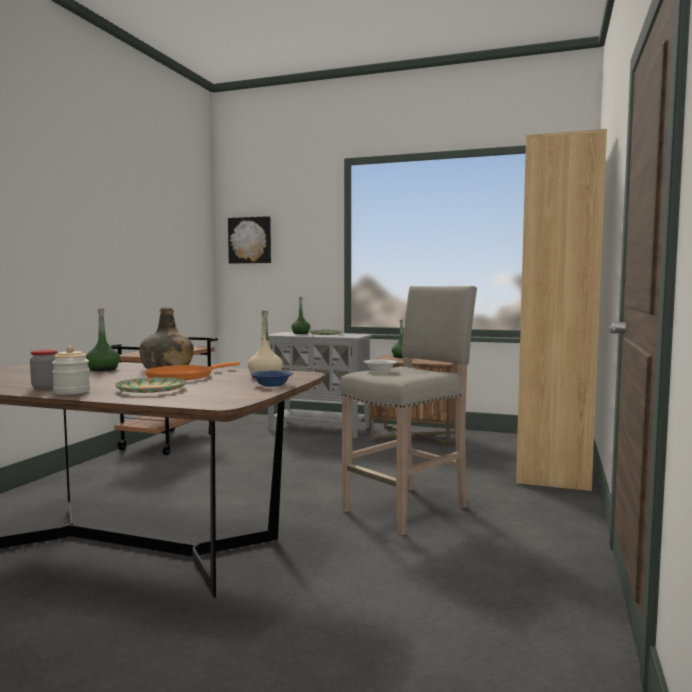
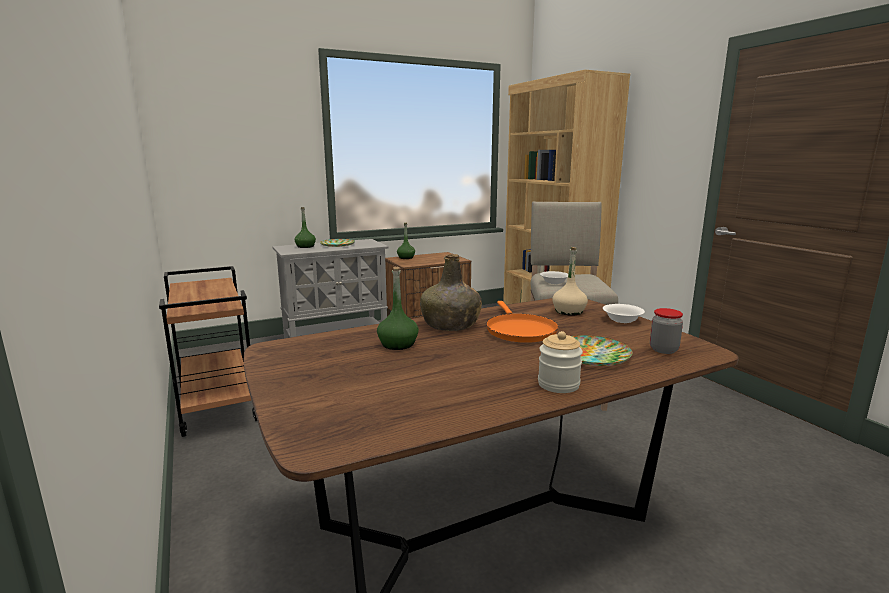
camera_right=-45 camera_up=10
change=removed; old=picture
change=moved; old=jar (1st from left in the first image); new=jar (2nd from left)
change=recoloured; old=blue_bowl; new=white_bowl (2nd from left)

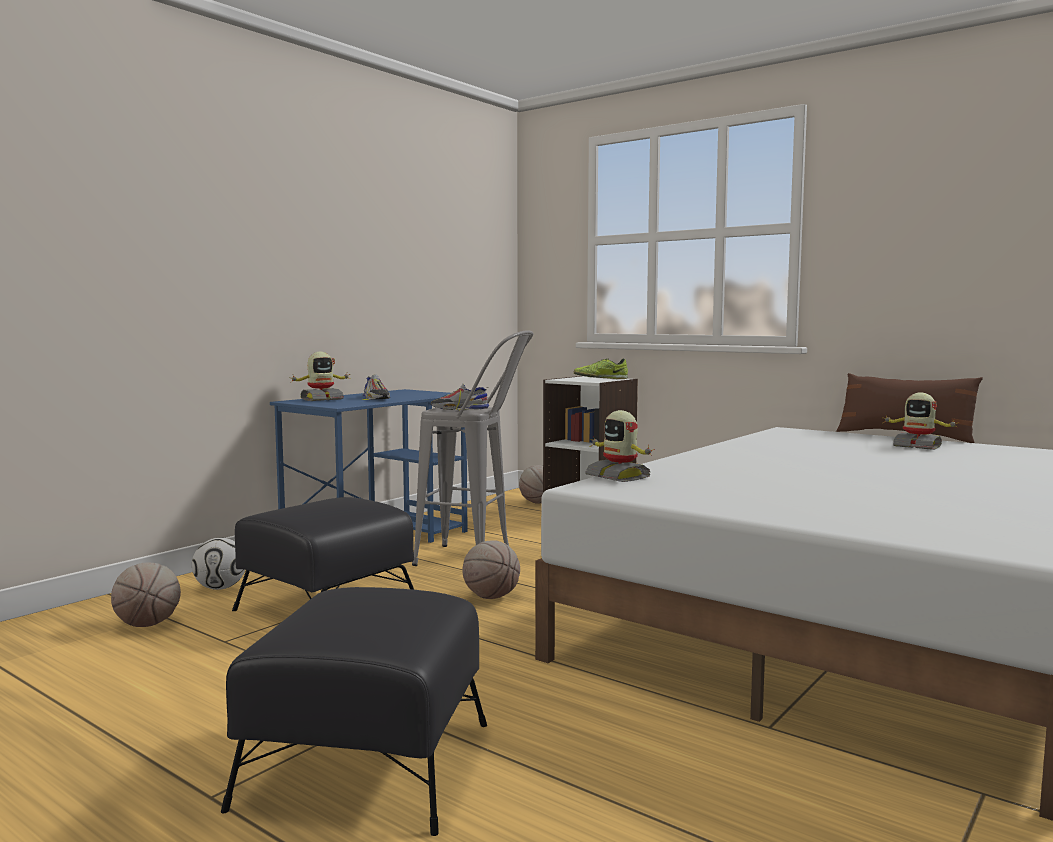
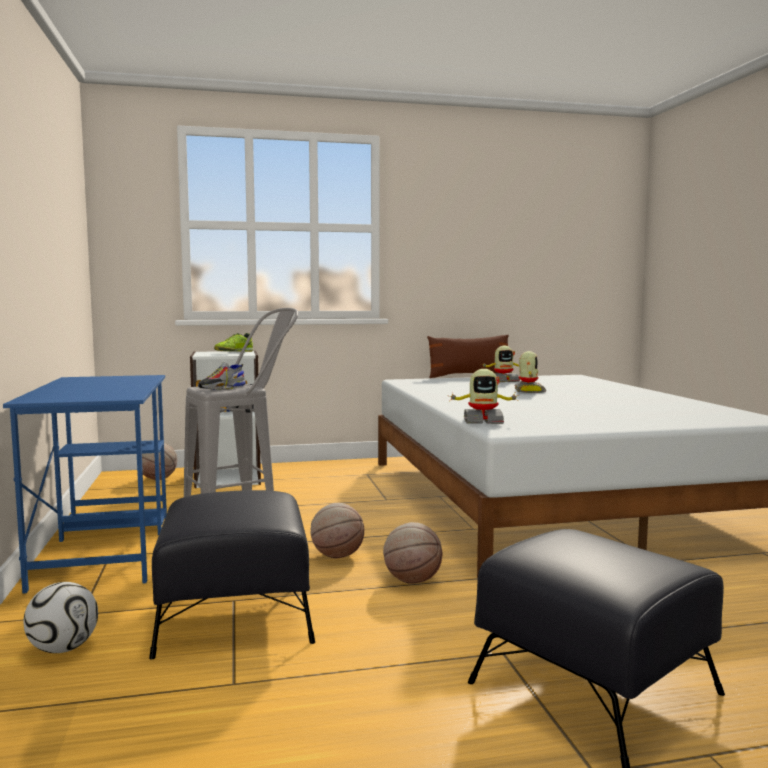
camera_right=-50 camera_up=0
change=removed; old=shoe (1st from left)
change=moved; old=basketball (1st from left in the first image); new=basketball (3rd from left)
change=moved; old=toy_robot (1st from left in the first image); new=toy_robot (3rd from left)

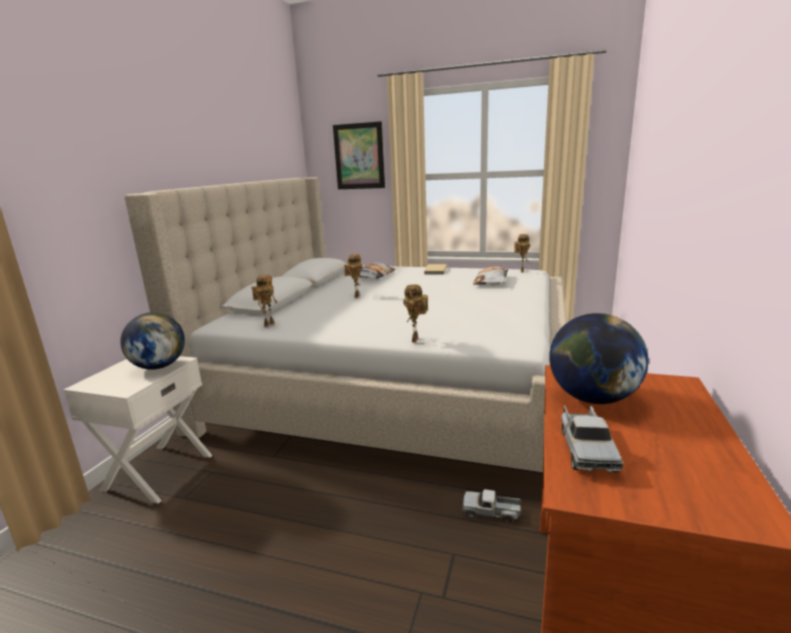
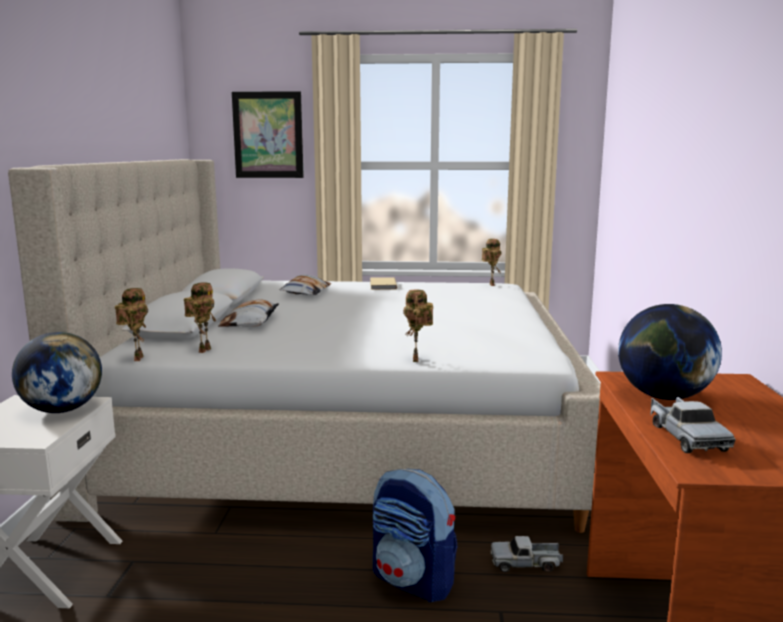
camera_right=-15 camera_up=-5
change=added; new=backpack
change=moved; old=toy_robot (2nd from left in the first image); new=toy_robot (1st from left)
change=moved; old=pillow (2nd from left in the first image); new=pillow (1st from left)

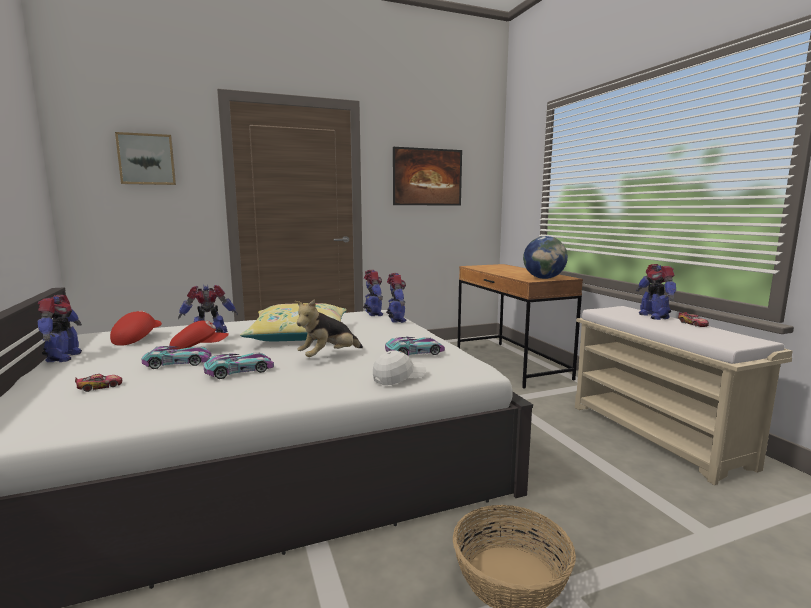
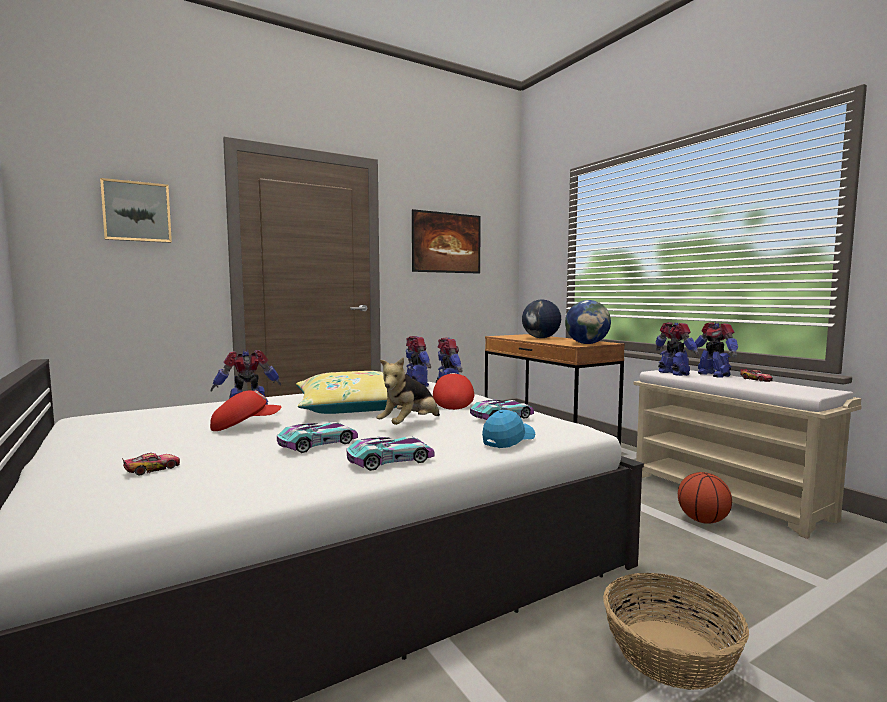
camera_right=-10 camera_up=-5
change=added; new=globe (1st from left)
change=added; new=basketball
change=moved; old=toy_robot (1st from left in the first image); new=toy_robot (4th from left)
change=moved; old=red_cap (1st from left in the first image); new=red_cap (2nd from left)
change=moved; old=toy_car (2nd from left in the first image); new=toy_car (3rd from left)
change=recoloured; old=white_cap; new=blue_cap

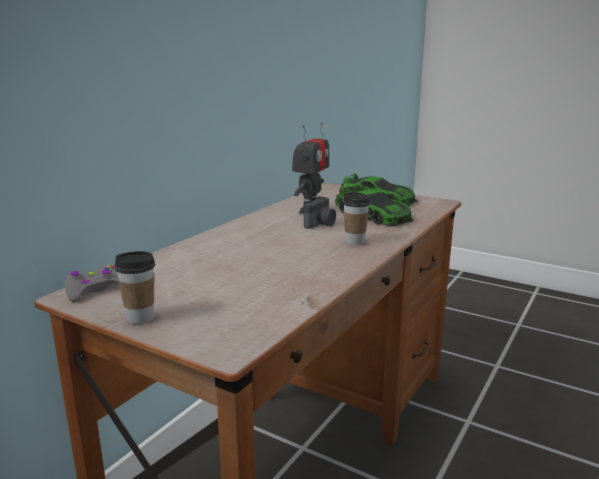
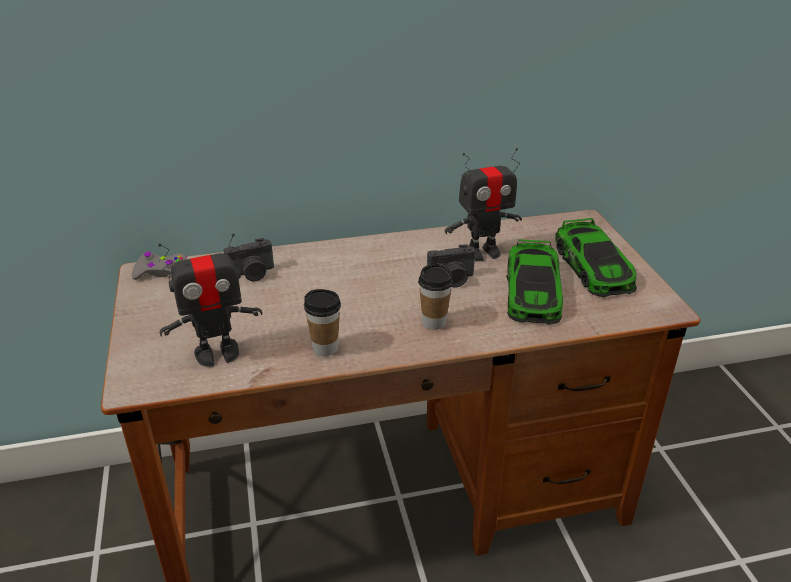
camera_right=45 camera_up=15
change=added; new=toy_robot (1st from left)
change=added; new=photo_camera (1st from left)
change=moved; old=cup (1st from left)

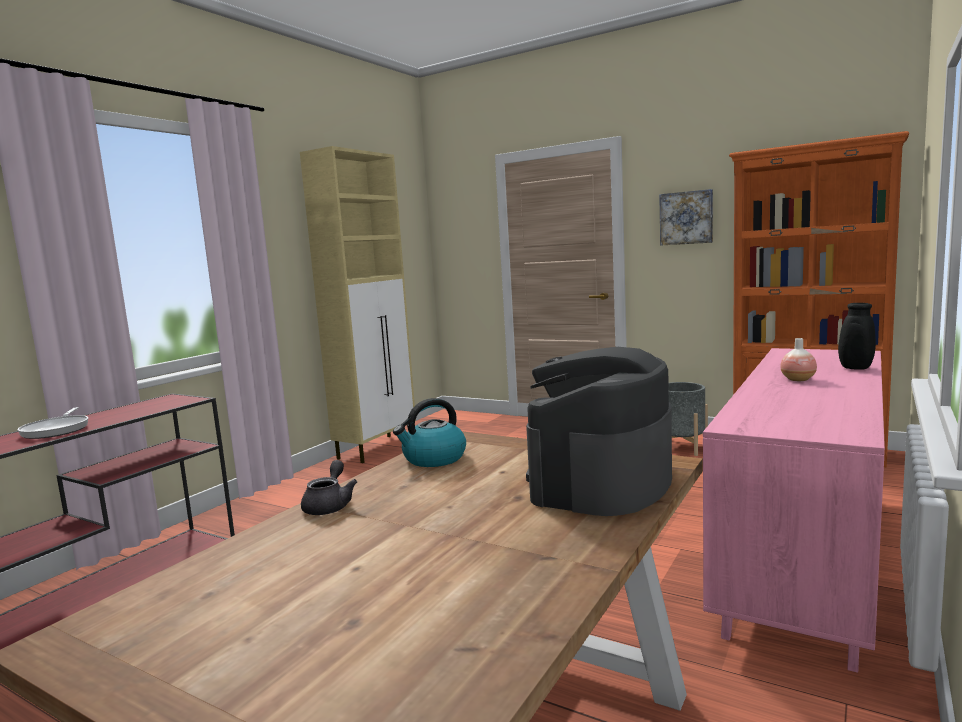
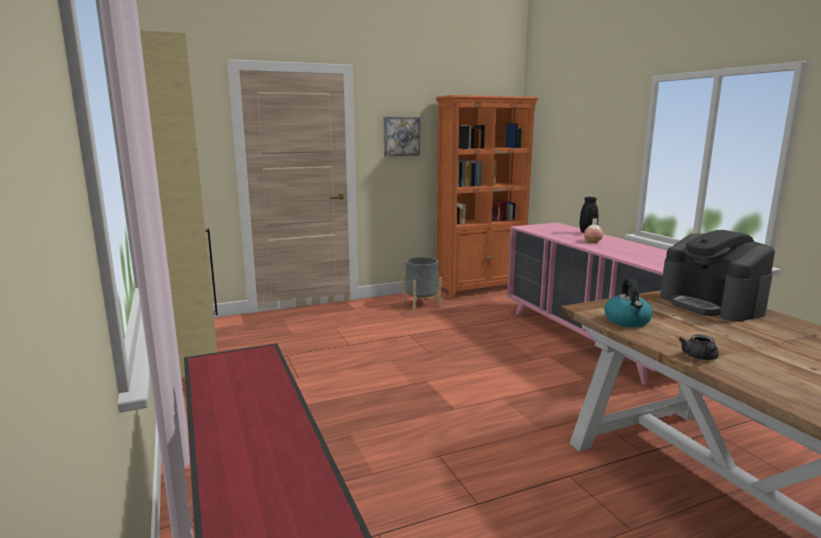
camera_right=-55 camera_up=5
change=removed; old=frying_pan
change=turned; old=grey_teapot; degrees=-120

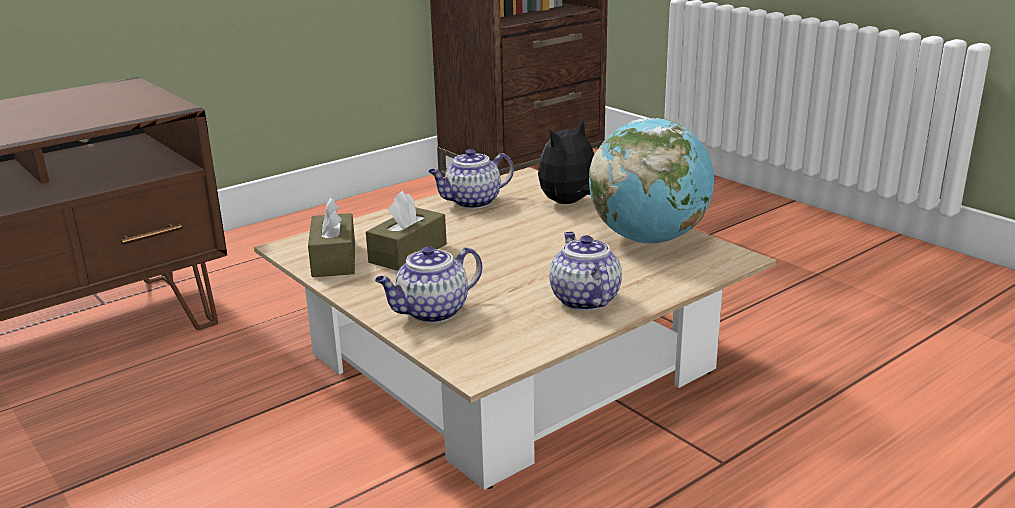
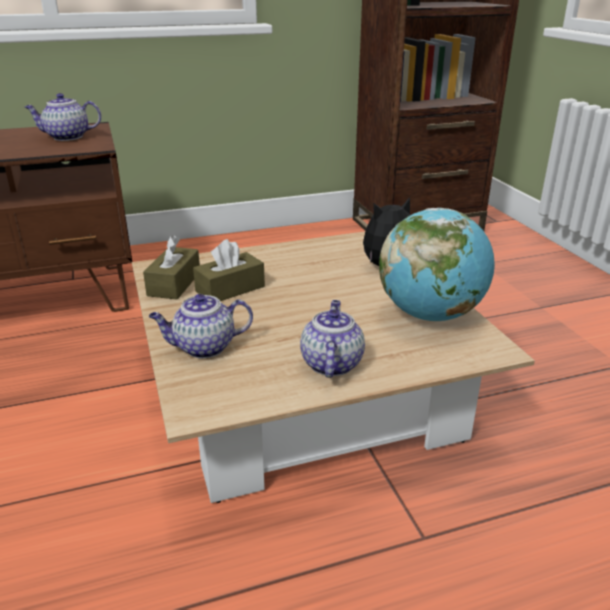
camera_right=20 camera_up=5
change=moved; old=teapot (2nd from left in the first image); new=teapot (1st from left)

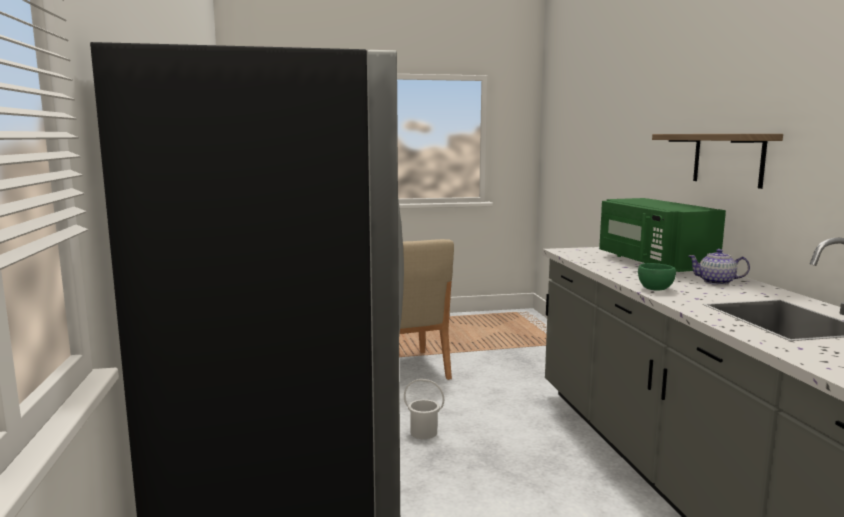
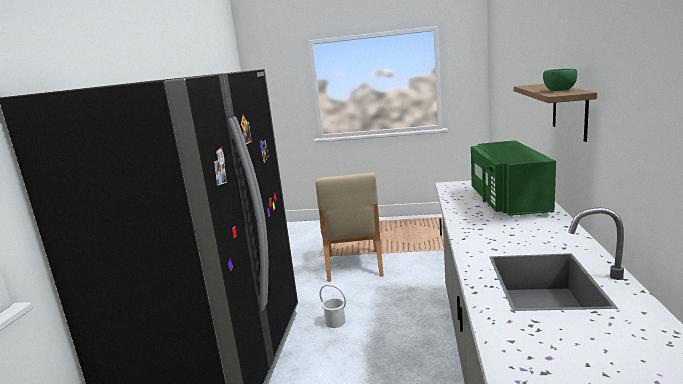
camera_right=20 camera_up=5
change=removed; old=teapot
change=moved; old=green_bowl

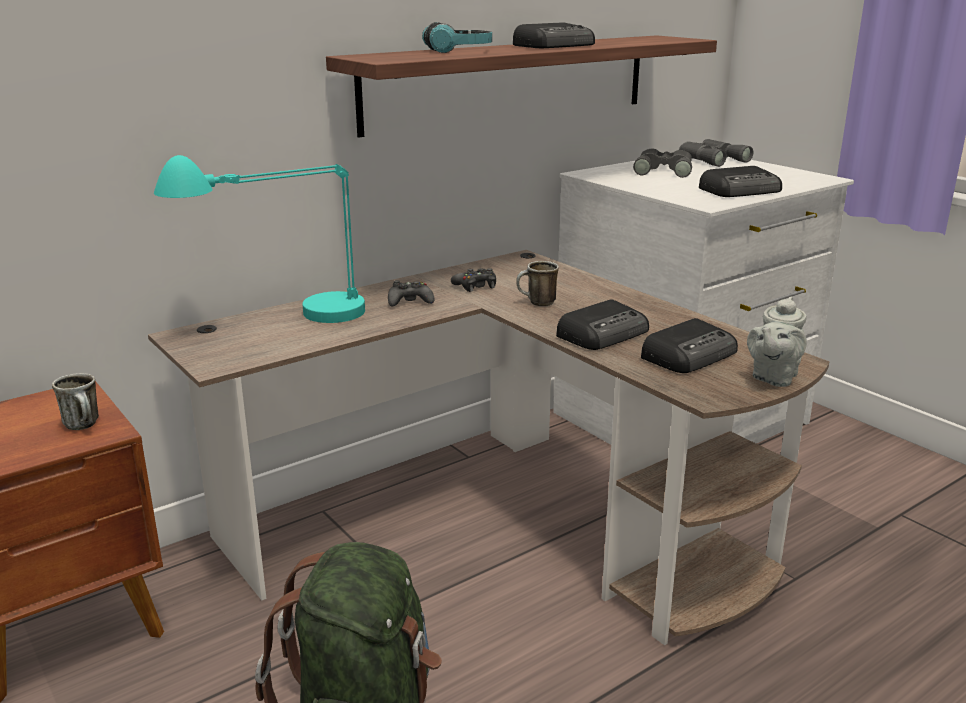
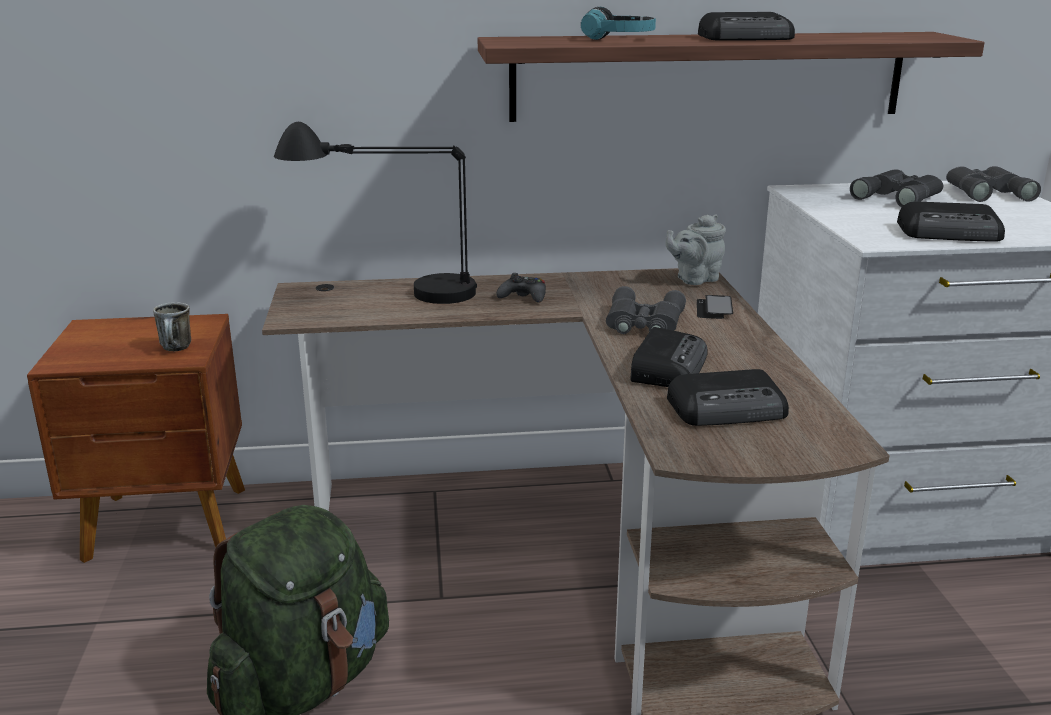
camera_right=30 camera_up=0
change=removed; old=black_game_controller (2nd from left)
change=added; new=phone
change=moved; old=grey_teapot
change=replaced; old=mug (2nd from left); new=grey_binoculars (1st from left)
change=recoloured; old=turquoise_table_lamp; new=black_table_lamp
change=turned; old=radio (2nd from left in the first image); degrees=-60

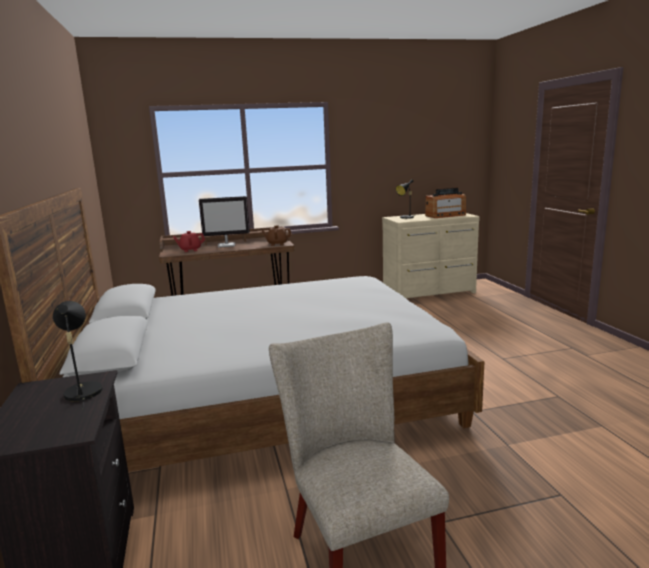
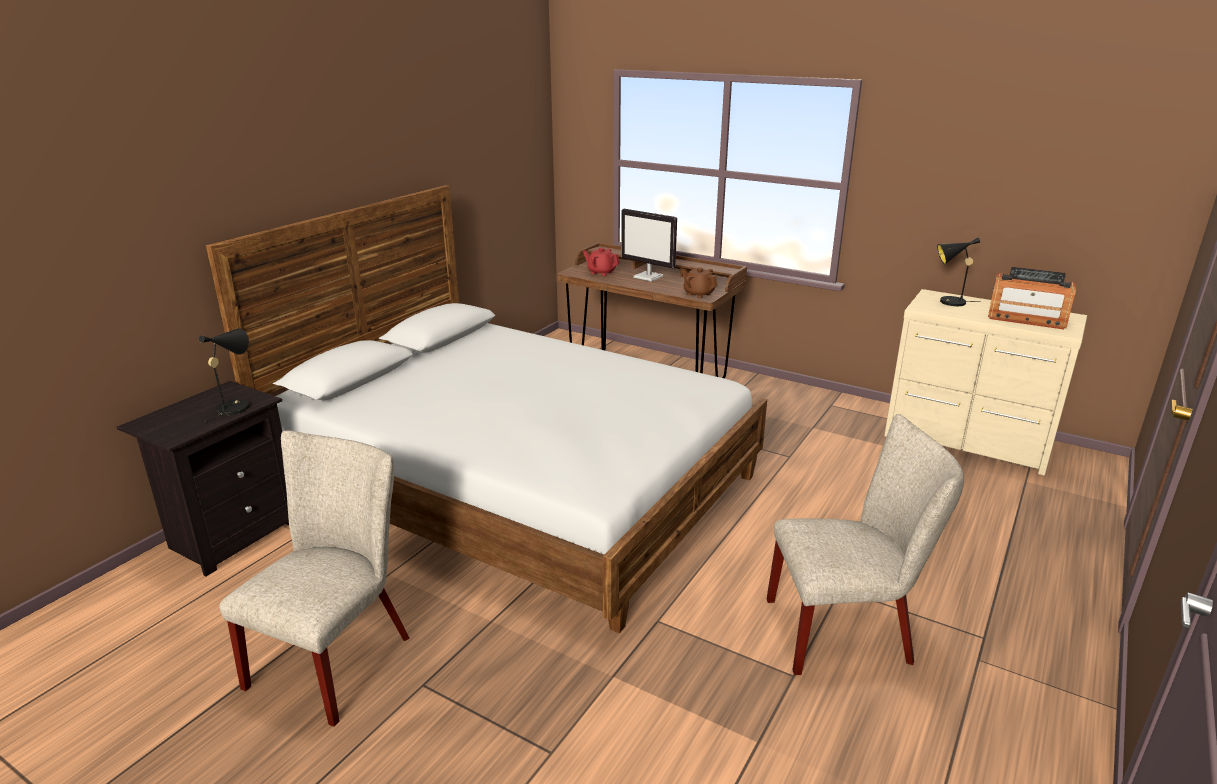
camera_right=45 camera_up=10
change=added; new=beige_chair (2nd from left)

